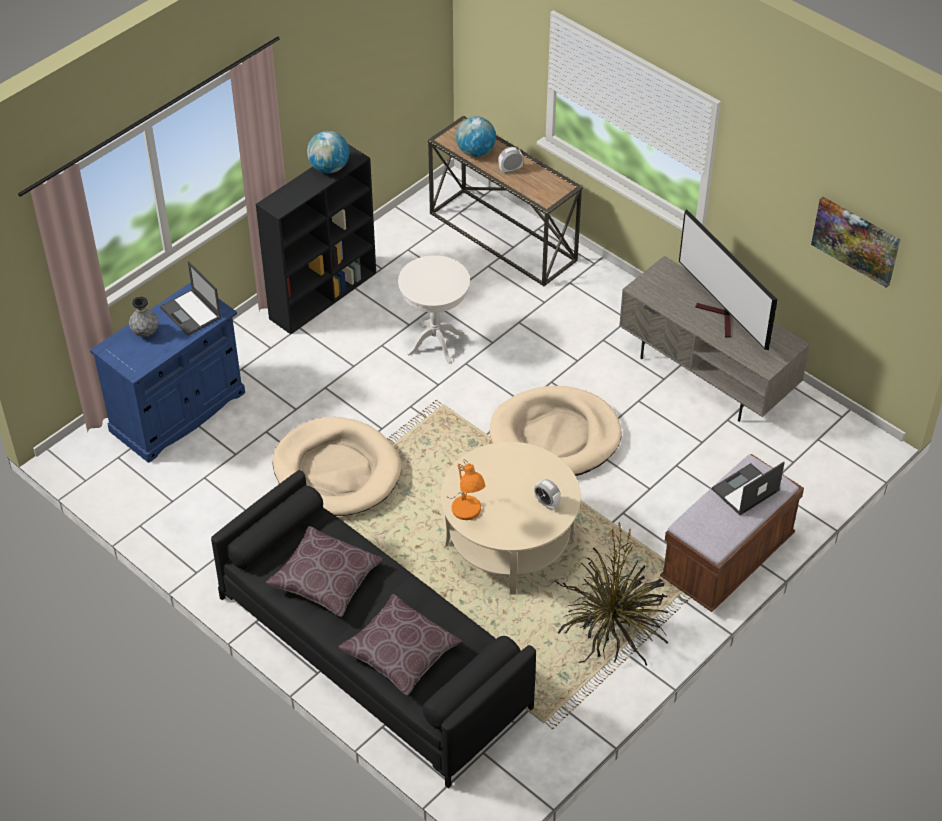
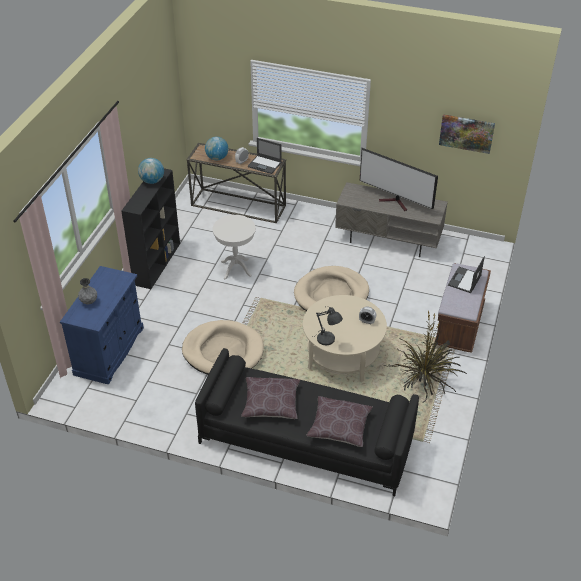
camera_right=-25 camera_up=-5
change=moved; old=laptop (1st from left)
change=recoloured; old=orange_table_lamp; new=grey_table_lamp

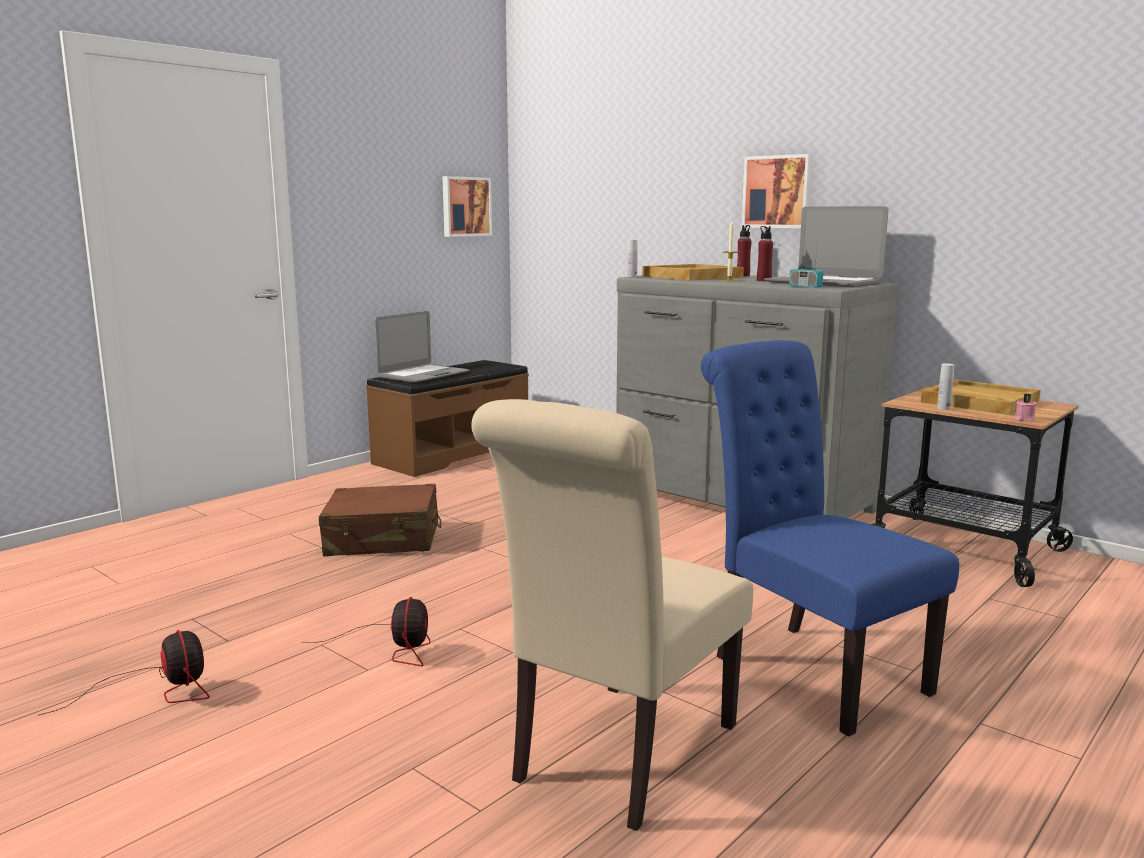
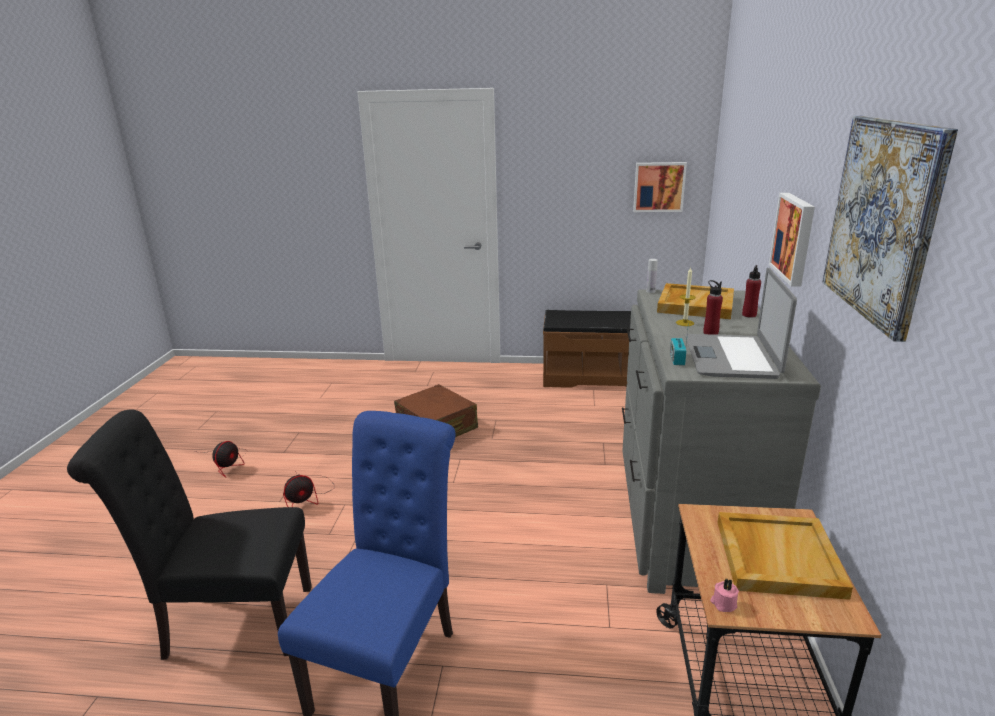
camera_right=55 camera_up=10
change=removed; old=laptop (1st from left)
change=removed; old=white_bottle (2nd from left)
change=added; new=picture (3rd from left)
change=recoloured; old=beige_chair; new=black_chair

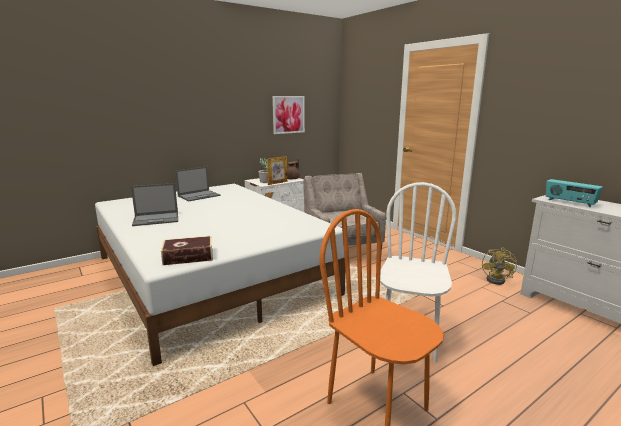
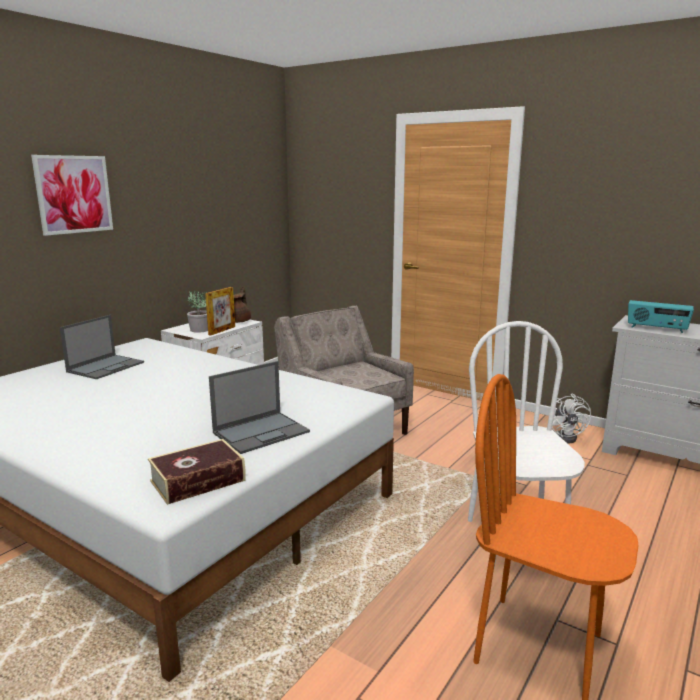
camera_right=-20 camera_up=0
change=moved; old=laptop (1st from left in the first image); new=laptop (2nd from left)
change=moved; old=picture
change=recoloured; old=yellow_fan; new=white_fan

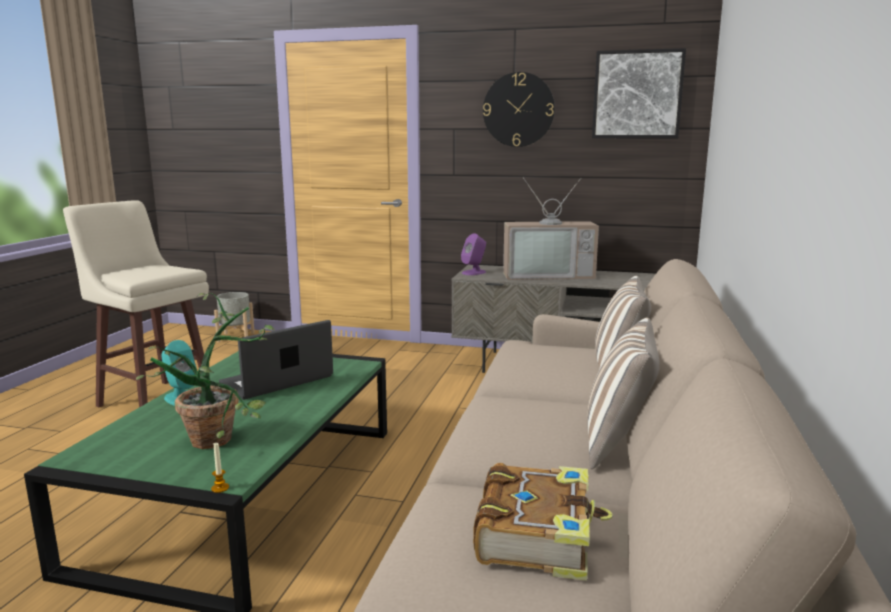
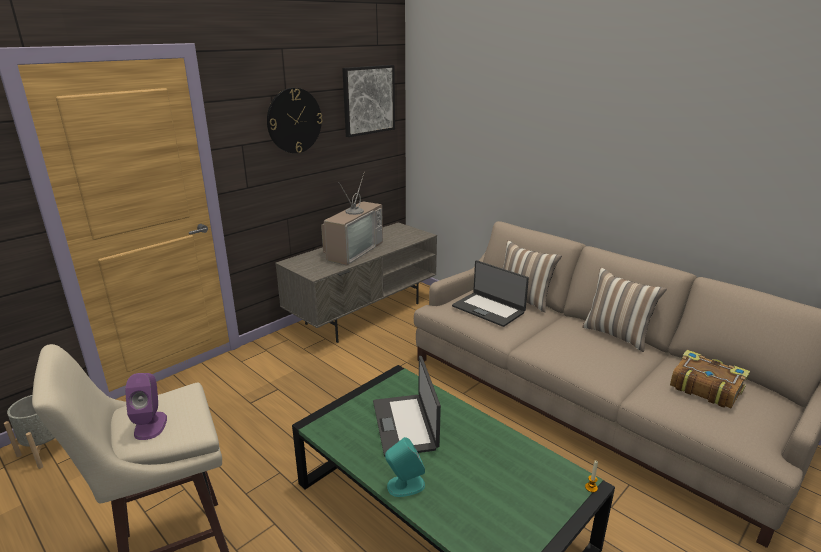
camera_right=-60 camera_up=10
change=removed; old=potted_plant
change=added; new=laptop (2nd from left)
change=moved; old=purple_speaker

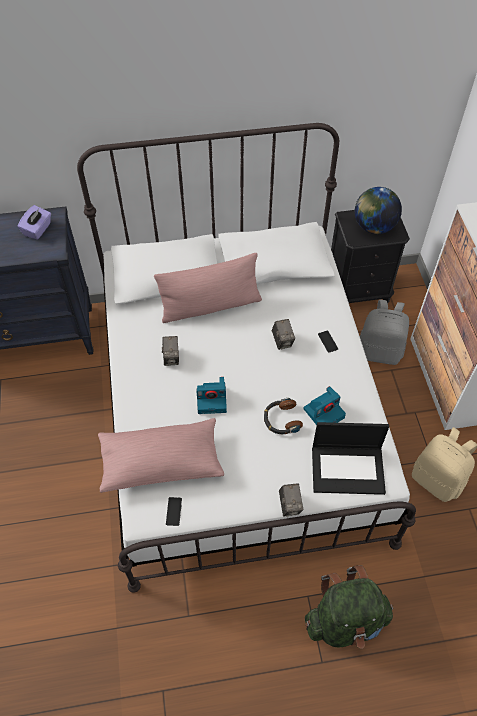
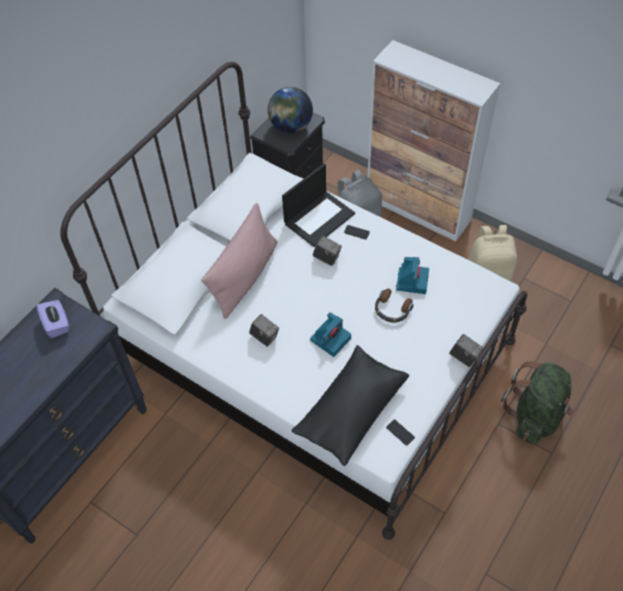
camera_right=-45 camera_up=0
change=moved; old=laptop
change=recoloured; old=pink_pillow (1st from left); new=black_pillow

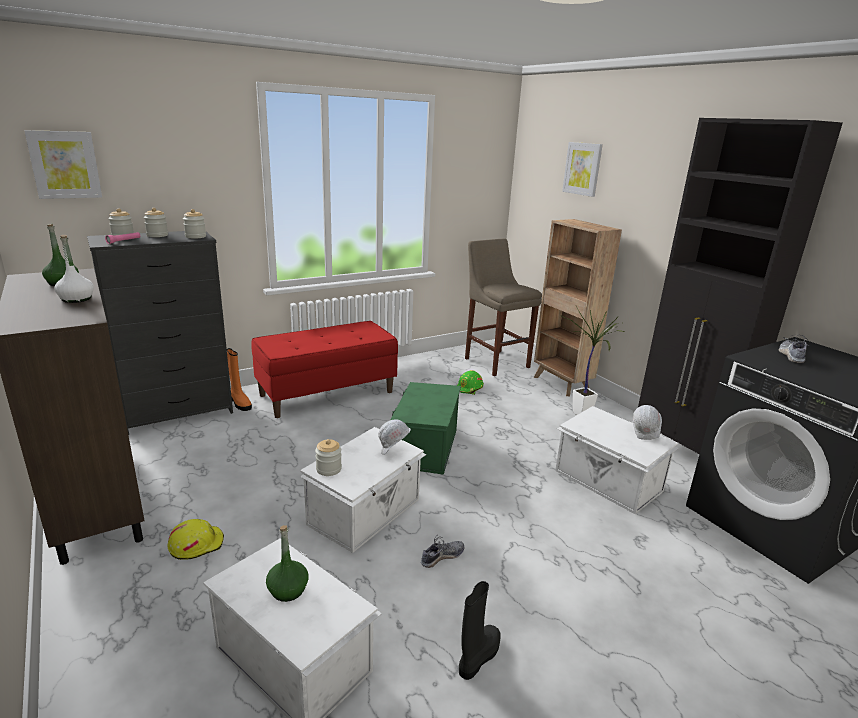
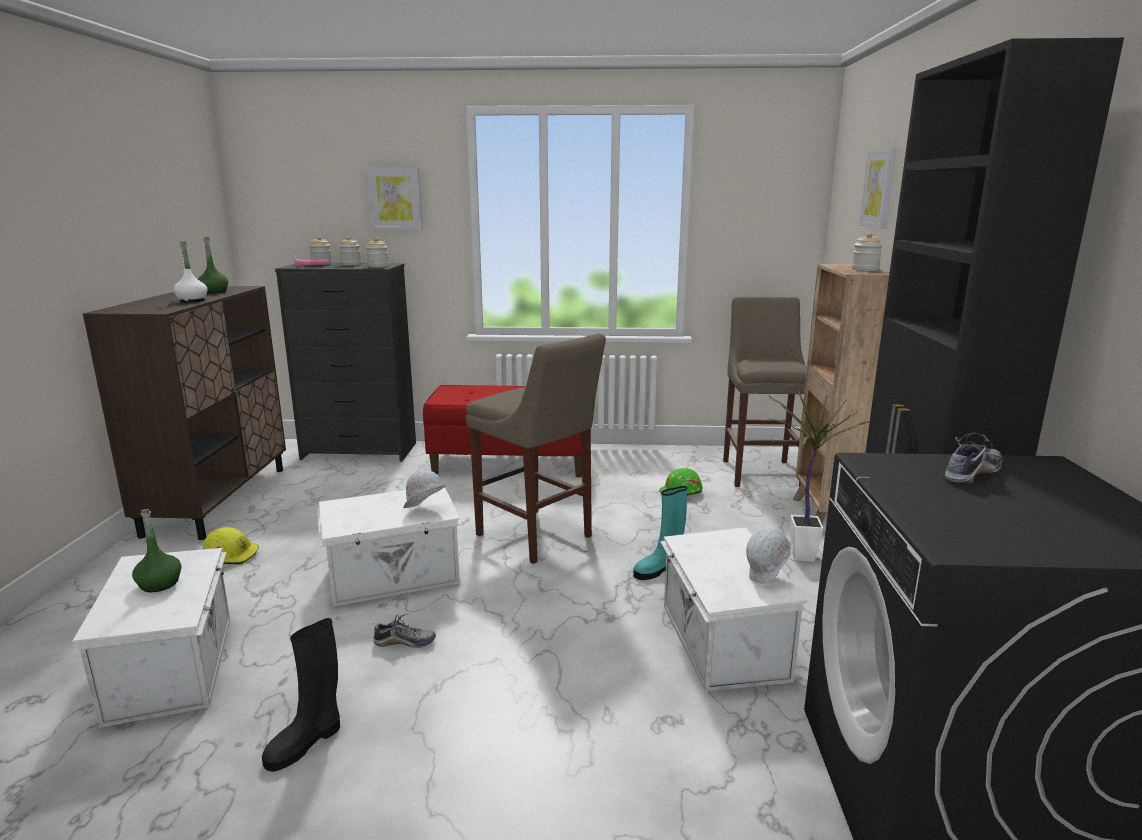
camera_right=35 camera_up=-5
change=removed; old=orange_boot
change=added; new=turquoise_boot
change=moved; old=picture (1st from left)
change=moved; old=jar (4th from left)
change=replaced; old=green_storage_box; new=beige_stool (1st from left)
change=turned; old=black_boot; degrees=150

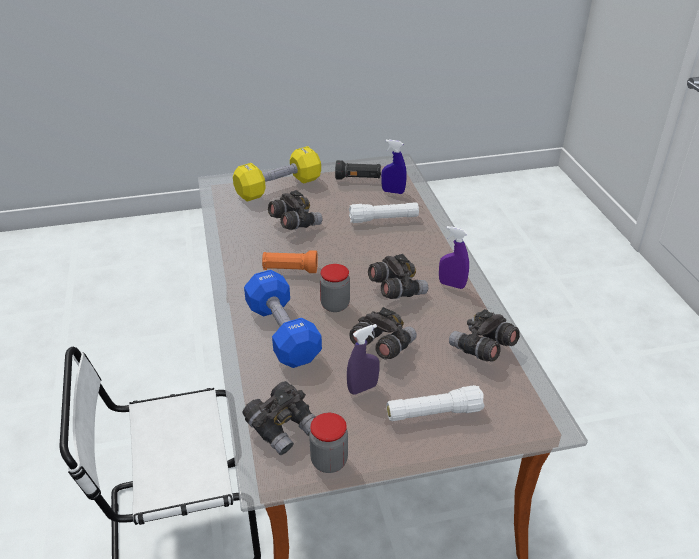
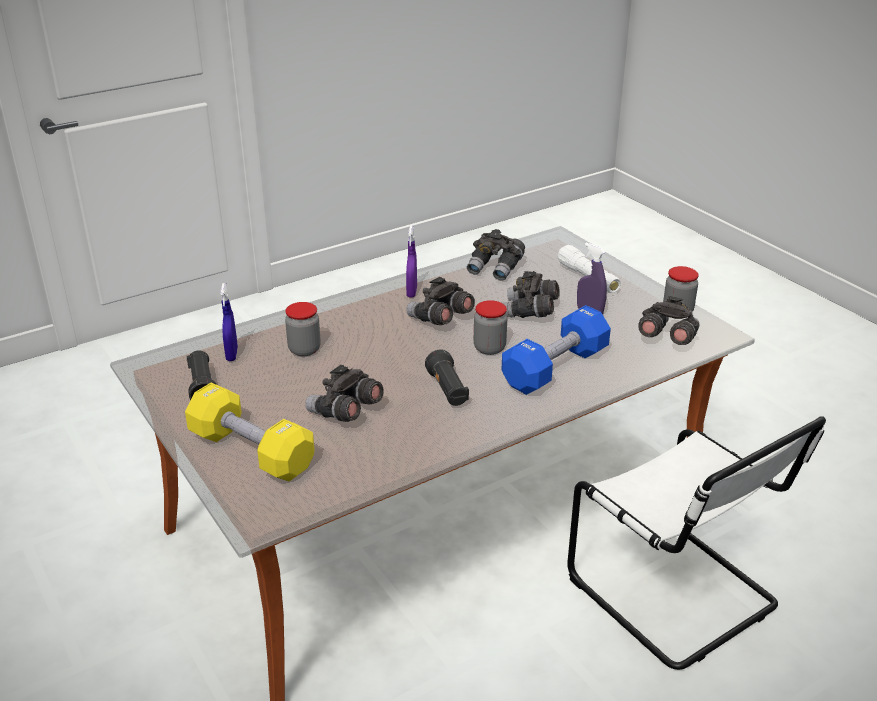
camera_right=-110 camera_up=-5
change=replaced; old=white_flashlight (1st from left); new=jar (1st from left)
change=recoloured; old=orange_flashlight; new=black_flashlight (2nd from left)

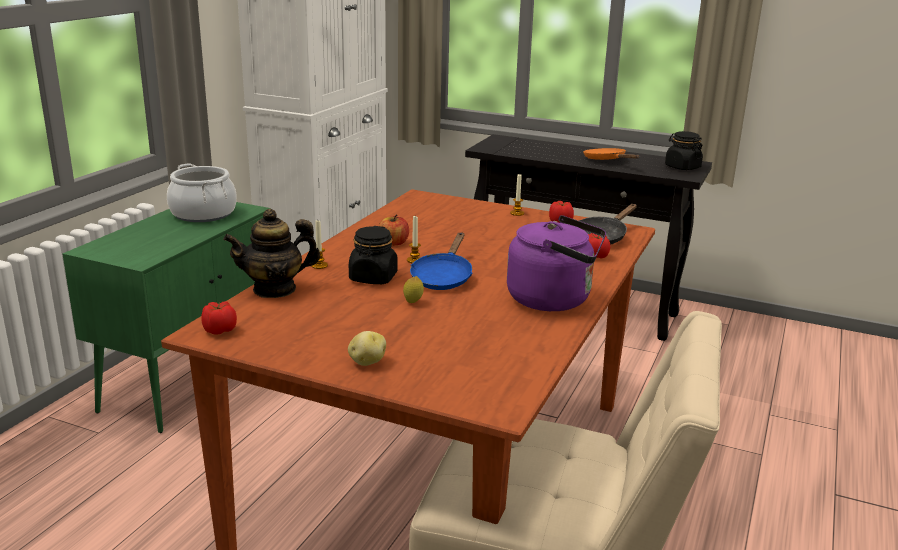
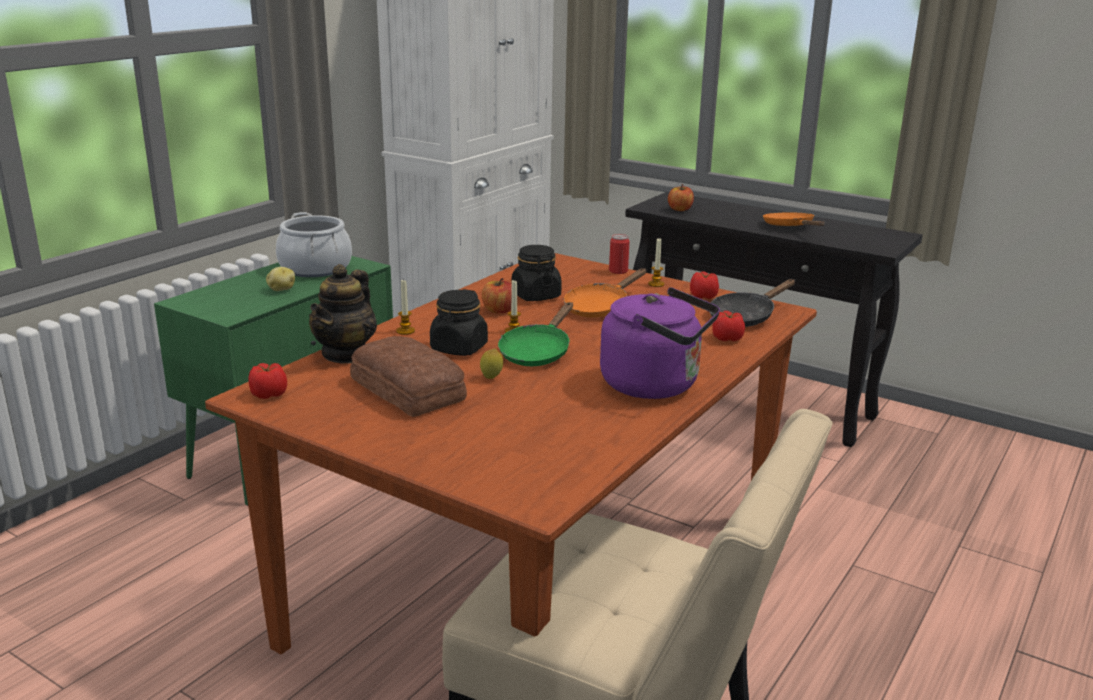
camera_right=10 camera_up=0
change=added; new=bread
change=added; new=orange_frying_pan (1st from left)
change=added; new=can
change=added; new=apple (2nd from left)
change=moved; old=potato
change=moved; old=black_jar (2nd from left)
change=recoloured; old=blue_frying_pan; new=green_frying_pan
change=turned; old=teapot; degrees=-60

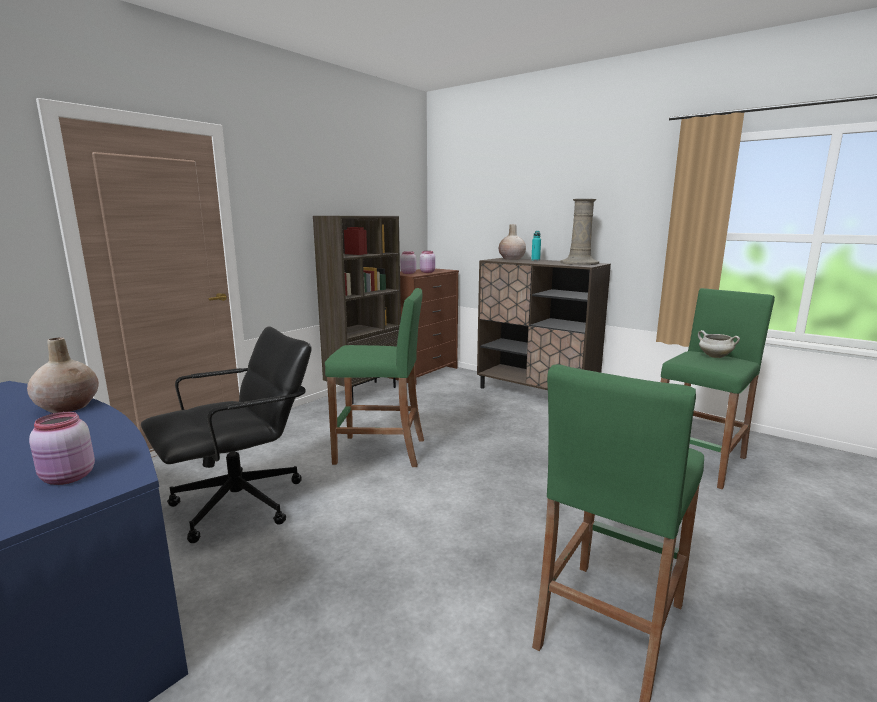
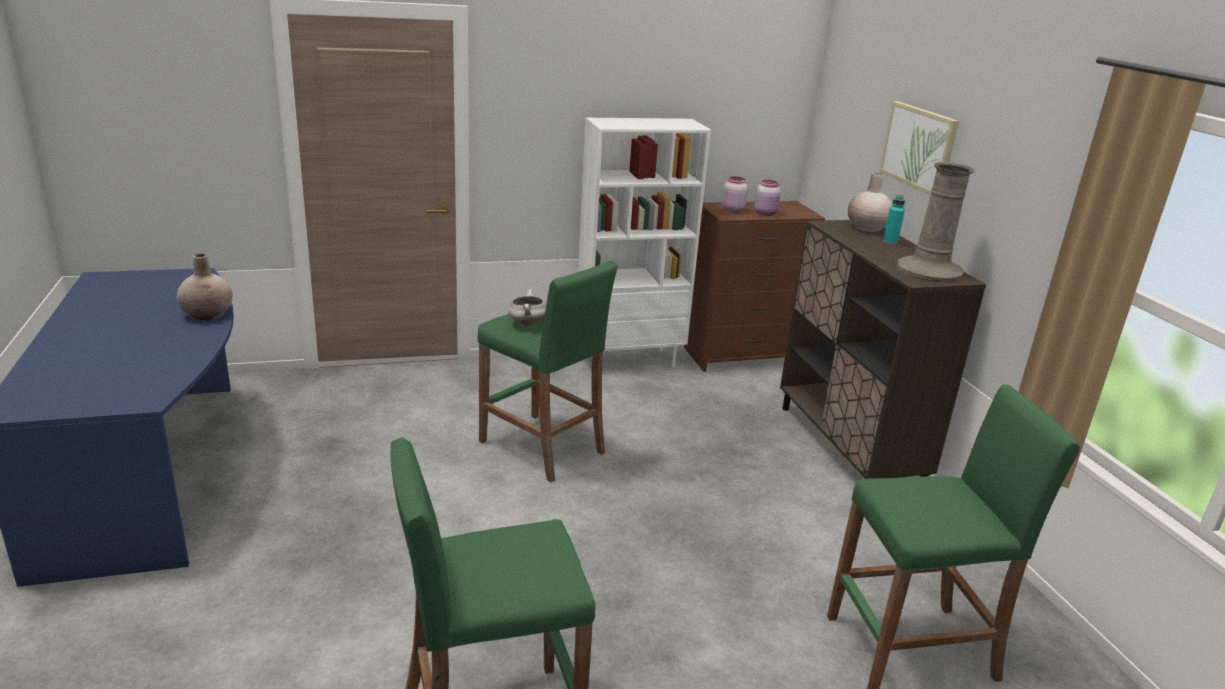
camera_right=35 camera_up=10
change=removed; old=pink_jar (1st from left)
change=removed; old=black_office_chair
change=added; new=picture
change=moved; old=white_cooking_pot
change=recoloured; old=brown_bookcase; new=white_bookcase

